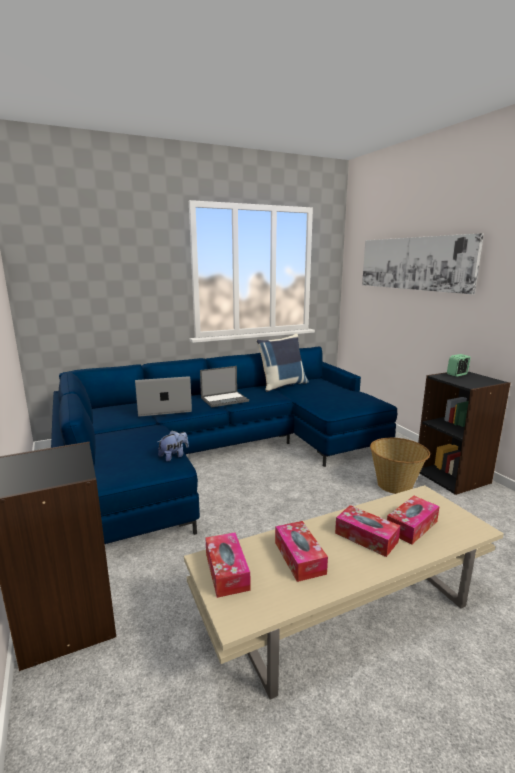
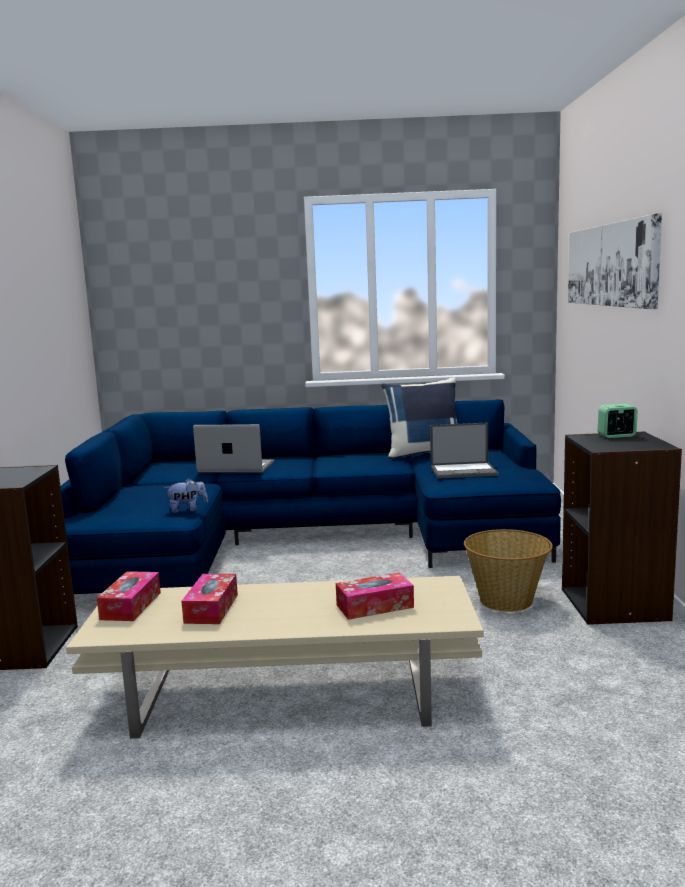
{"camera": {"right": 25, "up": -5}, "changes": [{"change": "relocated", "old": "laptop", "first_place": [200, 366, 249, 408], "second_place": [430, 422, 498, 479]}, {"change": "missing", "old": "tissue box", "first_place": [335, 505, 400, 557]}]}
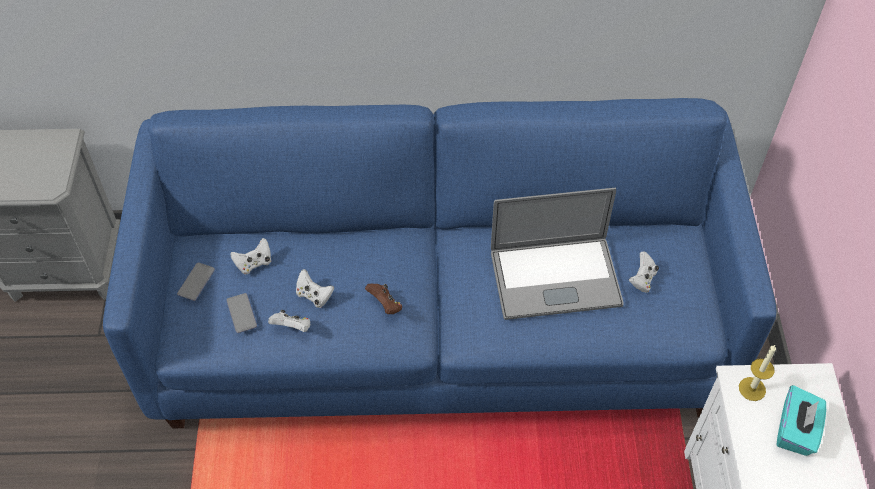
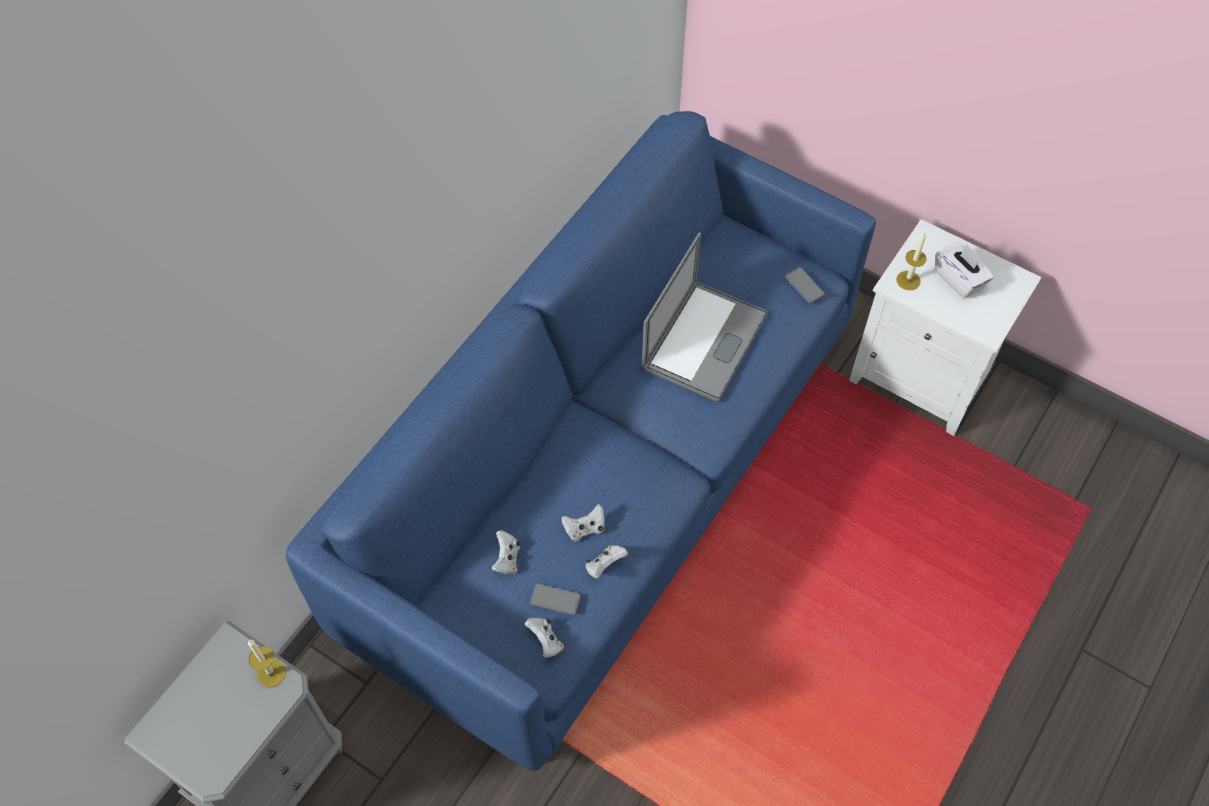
{"camera": {"right": -55, "up": 5}, "changes": [{"change": "relocated", "old": "phone", "first_place": [177, 262, 215, 301], "second_place": [785, 267, 825, 303]}, {"change": "missing", "old": "brown game controller", "first_place": [365, 284, 402, 314]}, {"change": "relocated", "old": "white game controller", "first_place": [629, 252, 659, 293], "second_place": [525, 618, 564, 658]}, {"change": "colour", "old": "turquoise tissue box", "new": "white tissue box", "first_place": [777, 385, 826, 456], "second_place": [935, 242, 994, 298]}, {"change": "appeared", "new": "candle", "second_place": [248, 640, 286, 688]}]}
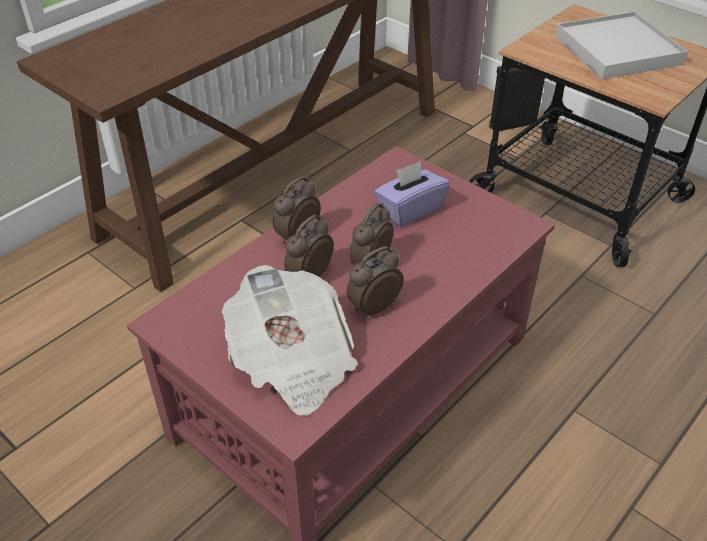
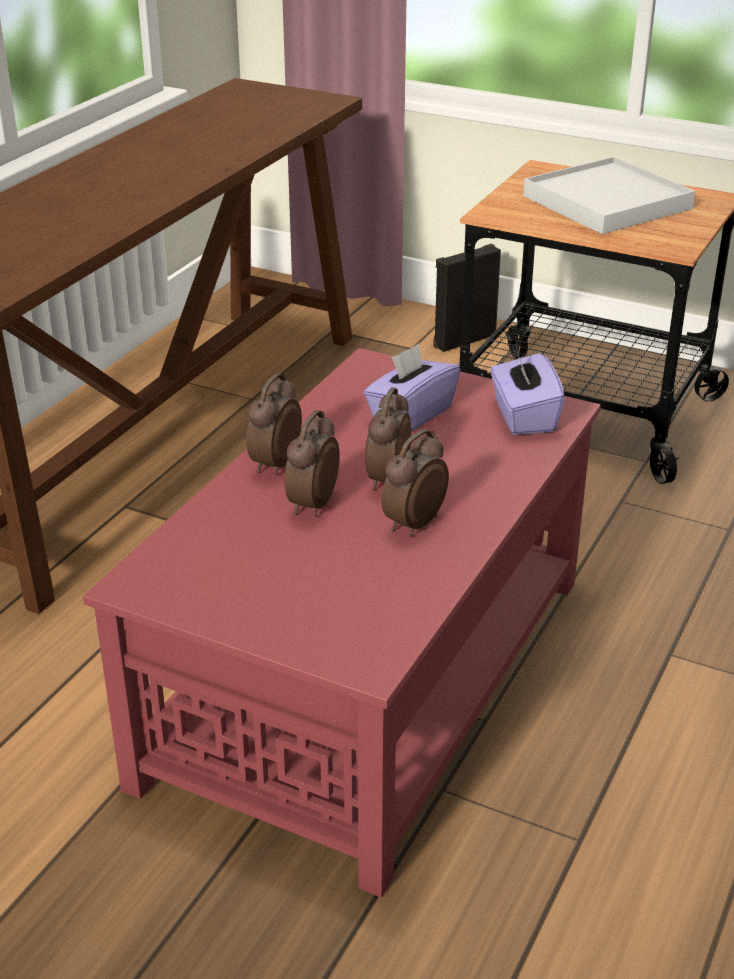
{"camera": {"right": -15, "up": -10}, "changes": [{"change": "missing", "old": "newspaper", "first_place": [222, 265, 358, 416]}, {"change": "appeared", "new": "purple tissue box", "second_place": [490, 348, 565, 435]}]}
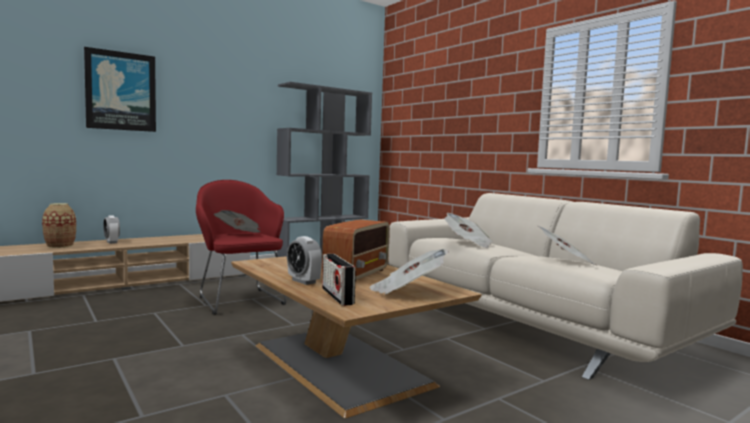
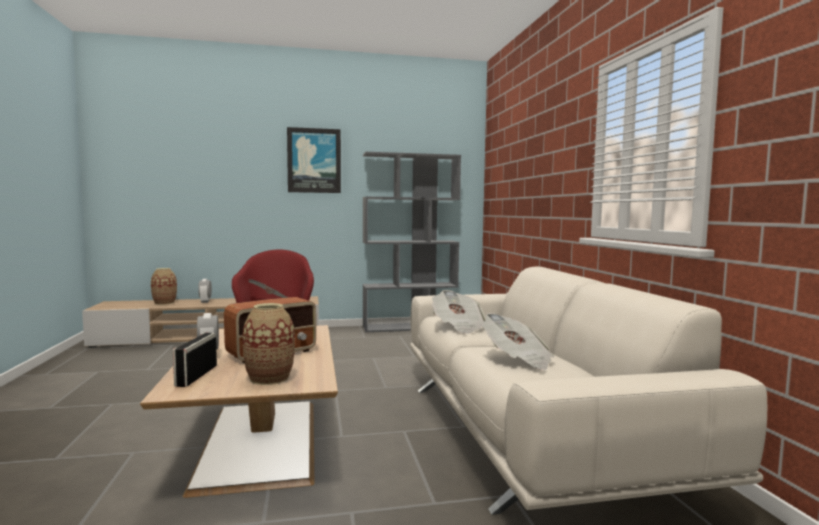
{"camera": {"right": 25, "up": 0}, "changes": [{"change": "relocated", "old": "picture", "first_place": [84, 47, 156, 132], "second_place": [287, 127, 341, 193]}, {"change": "exchanged", "old": "newspaper", "new": "vase", "first_place": [369, 249, 449, 294], "second_place": [243, 303, 295, 385]}]}
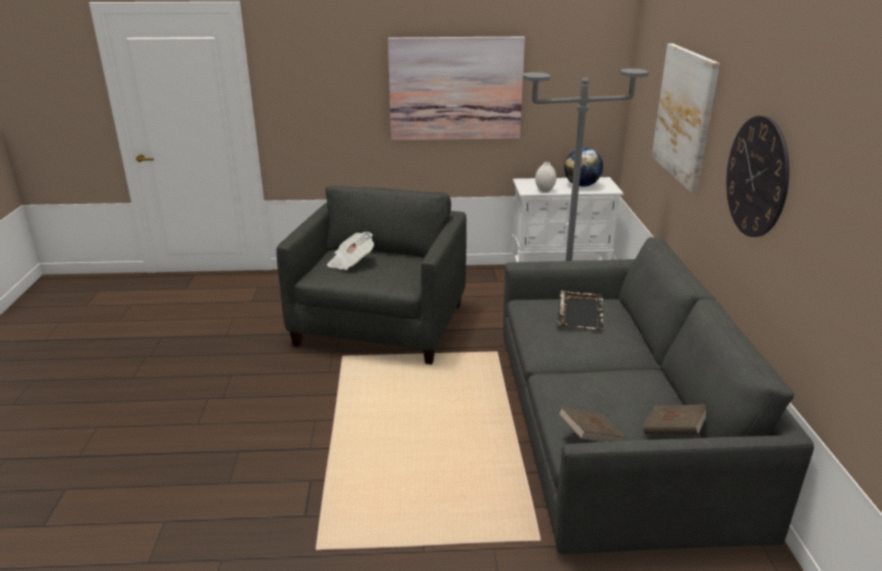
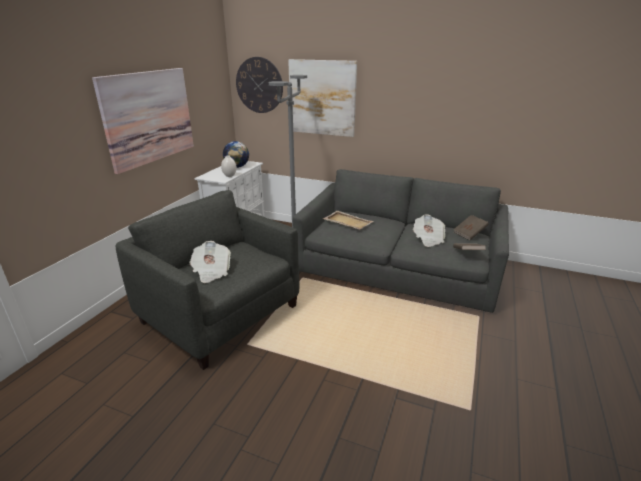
{"camera": {"right": -65, "up": 0}, "changes": [{"change": "colour", "old": "black tray", "new": "beige tray", "first_place": [557, 290, 604, 330], "second_place": [323, 211, 374, 230]}, {"change": "relocated", "old": "wall clock", "first_place": [726, 116, 789, 237], "second_place": [236, 57, 283, 113]}, {"change": "appeared", "new": "newspaper", "second_place": [413, 214, 445, 247]}]}
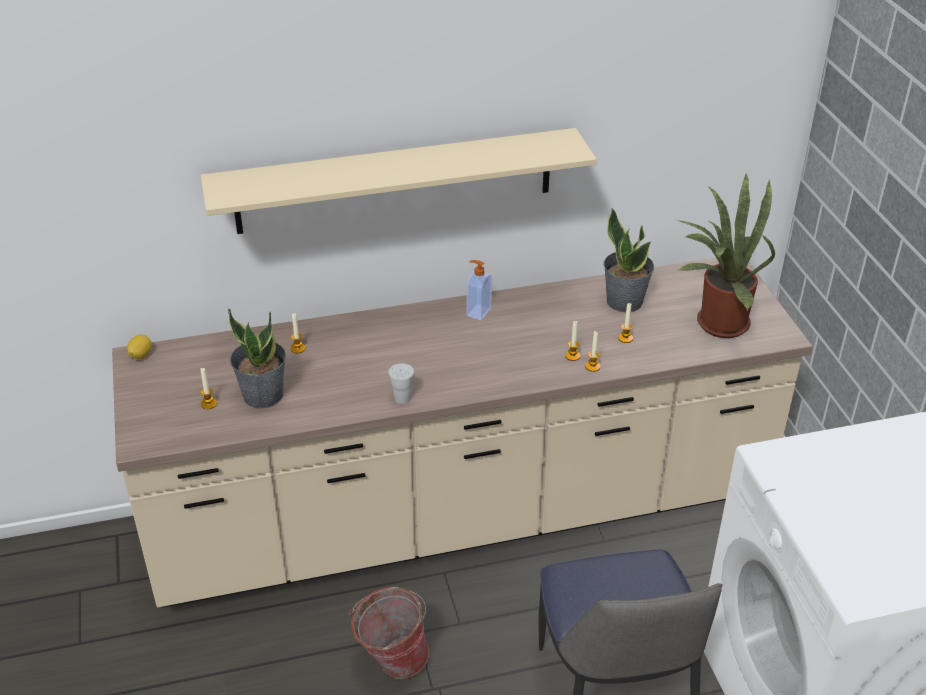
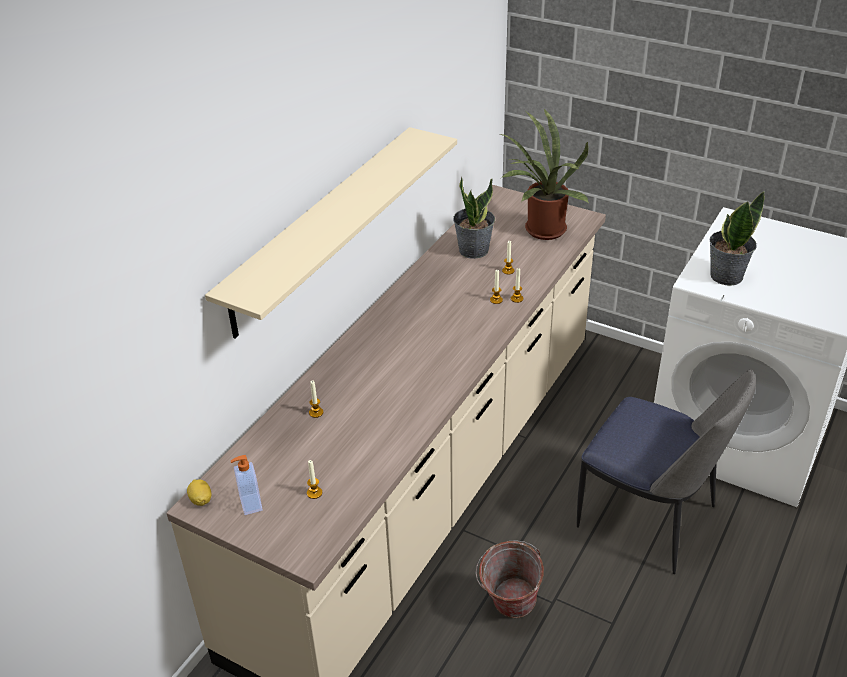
{"camera": {"right": -45, "up": 0}, "changes": [{"change": "relocated", "old": "potted plant", "first_place": [228, 308, 286, 409], "second_place": [710, 191, 765, 285]}, {"change": "missing", "old": "white cup", "first_place": [388, 363, 414, 404]}, {"change": "relocated", "old": "soap dispenser", "first_place": [466, 260, 492, 320], "second_place": [231, 455, 262, 515]}]}
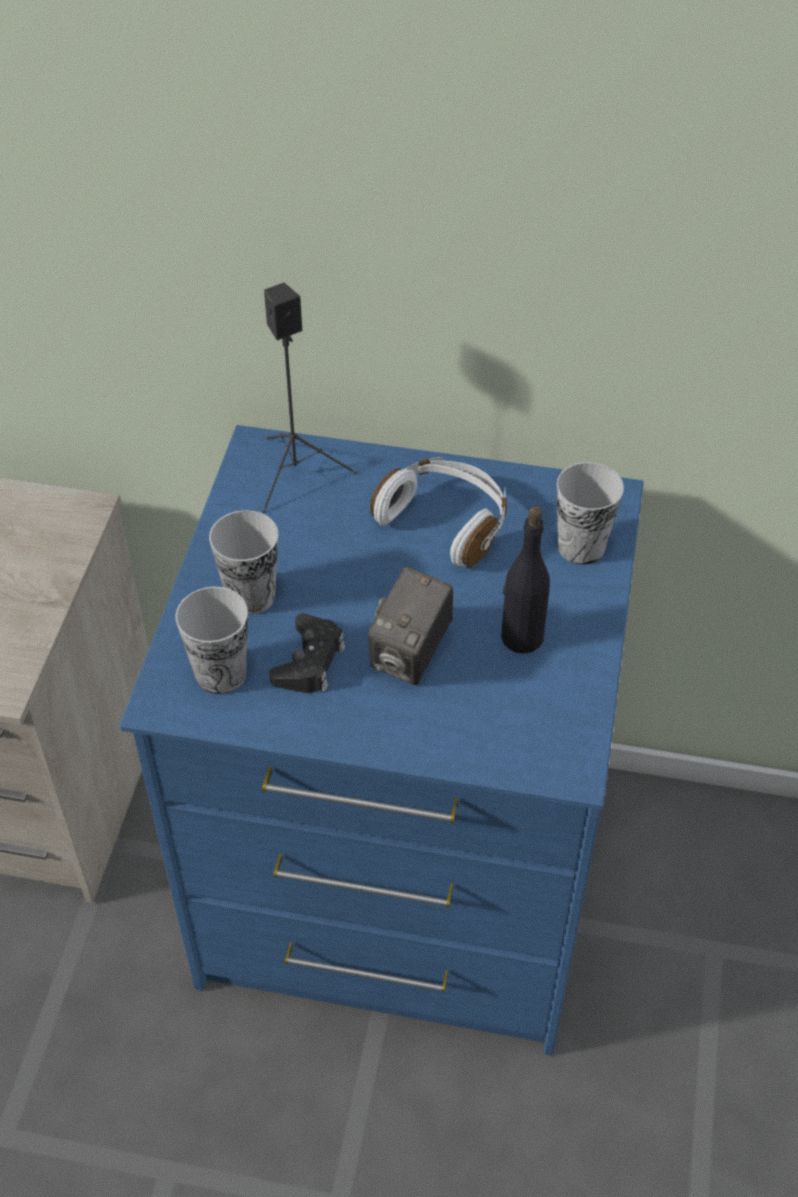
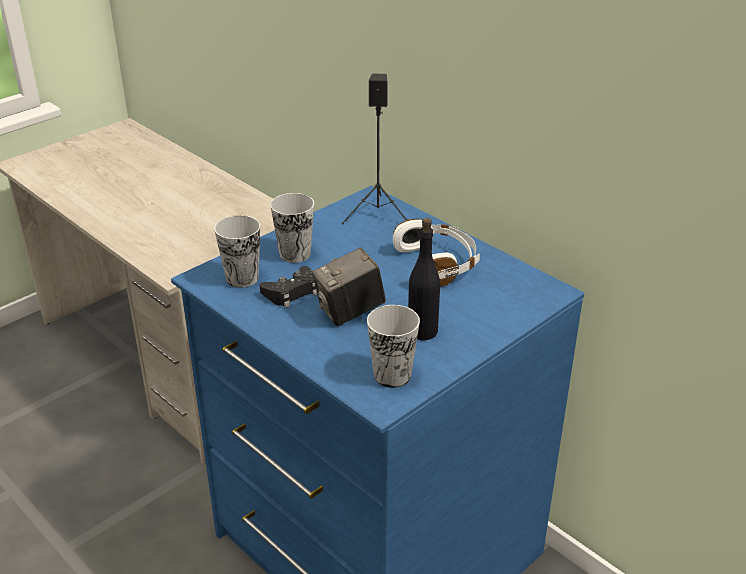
{"camera": {"right": 35, "up": -15}, "changes": [{"change": "relocated", "old": "cup", "first_place": [557, 462, 624, 565], "second_place": [367, 305, 420, 388]}]}
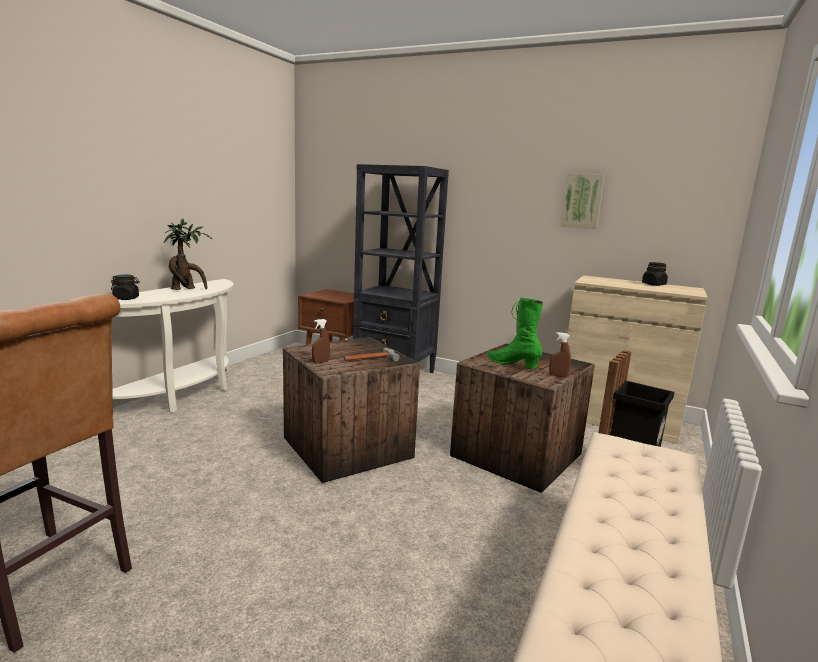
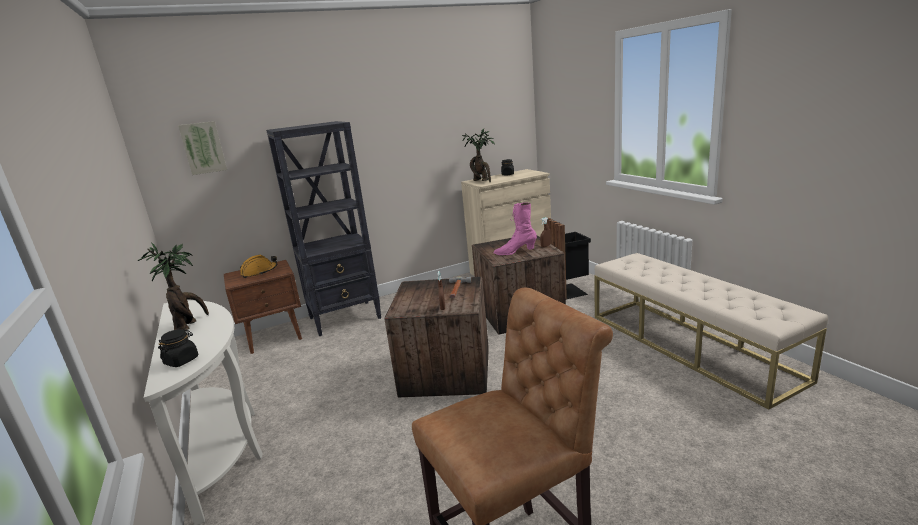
{"camera": {"right": -50, "up": 5}, "changes": [{"change": "colour", "old": "green boot", "new": "pink boot", "first_place": [487, 297, 543, 369], "second_place": [494, 202, 537, 255]}, {"change": "relocated", "old": "picture", "first_place": [560, 173, 605, 229], "second_place": [178, 121, 227, 175]}, {"change": "appeared", "new": "orange hard hat", "second_place": [240, 254, 277, 278]}, {"change": "appeared", "new": "potted plant", "second_place": [462, 129, 495, 182]}]}
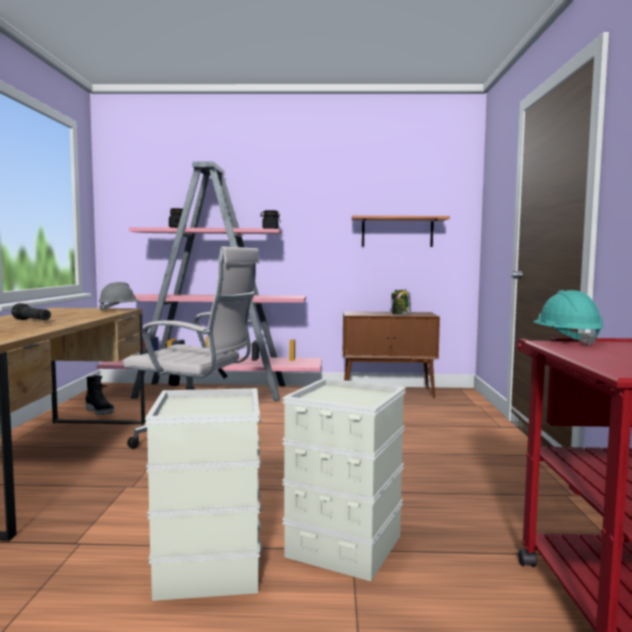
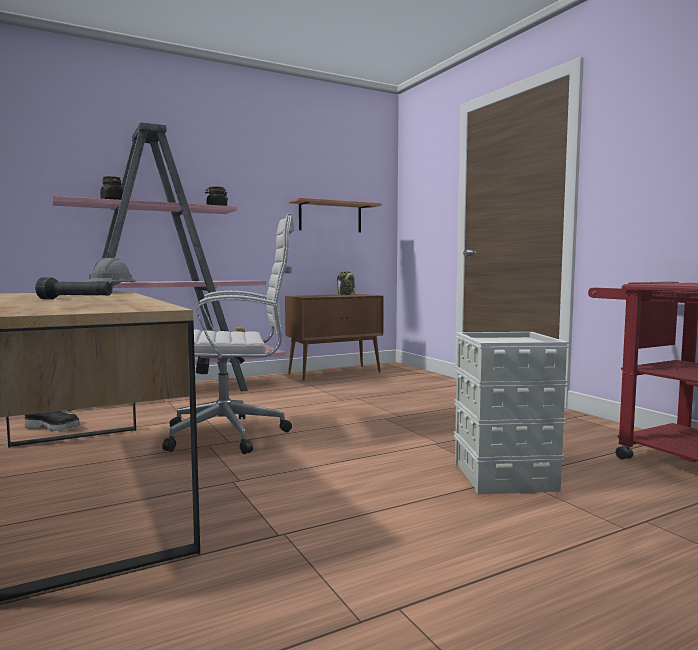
{"camera": {"right": -30, "up": 0}, "changes": [{"change": "missing", "old": "grey storage box", "first_place": [145, 388, 262, 601]}, {"change": "missing", "old": "turquoise hard hat", "first_place": [533, 290, 604, 346]}]}
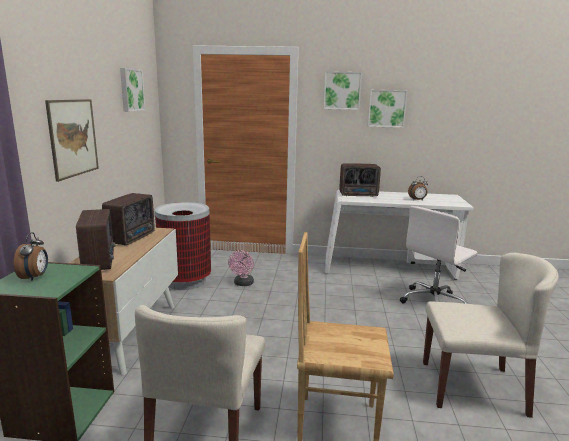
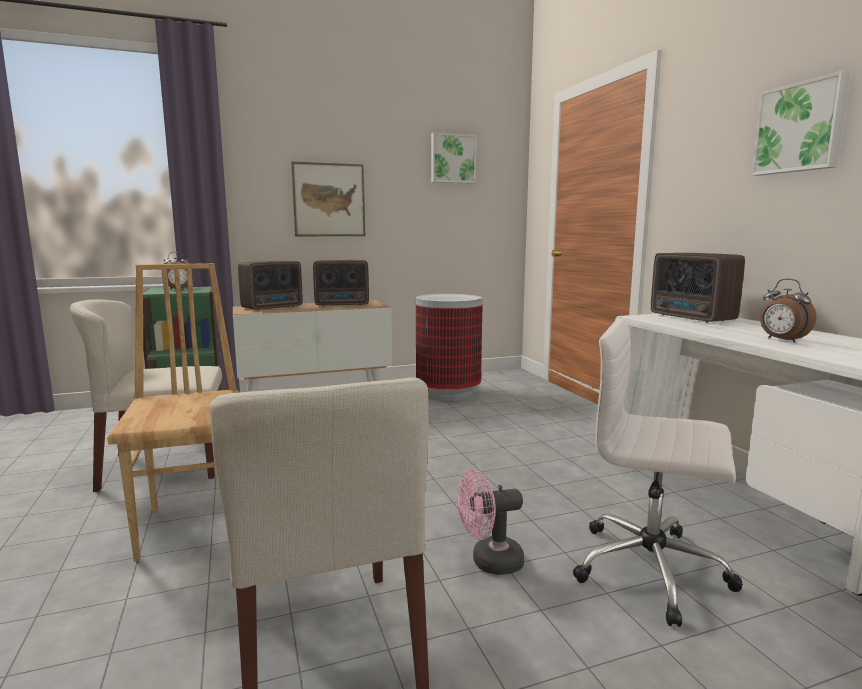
{"camera": {"right": 65, "up": -5}, "changes": [{"change": "relocated", "old": "pink fan", "first_place": [228, 250, 254, 286], "second_place": [457, 469, 524, 575]}, {"change": "missing", "old": "picture", "first_place": [324, 71, 362, 110]}]}
